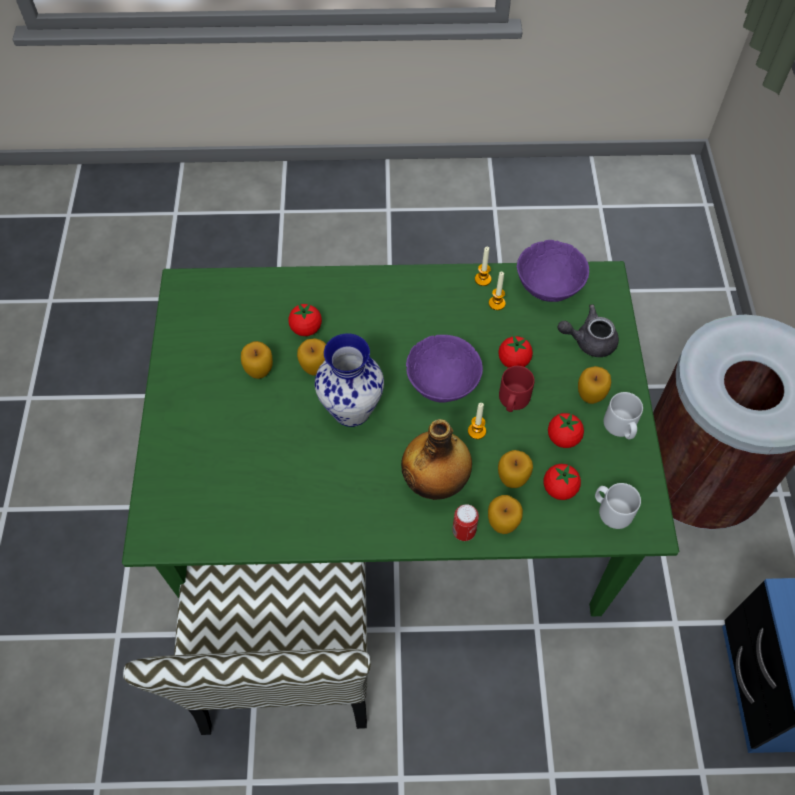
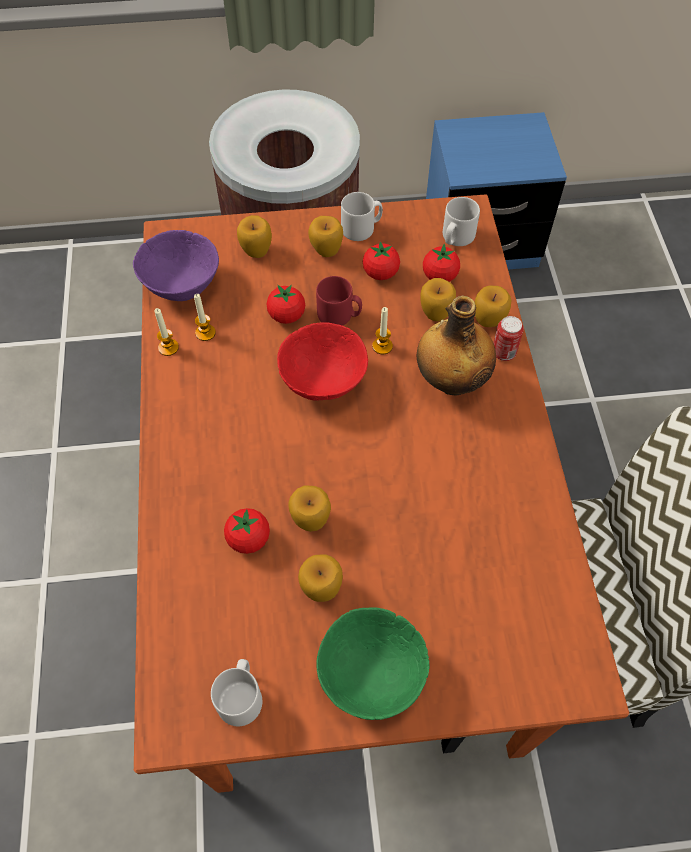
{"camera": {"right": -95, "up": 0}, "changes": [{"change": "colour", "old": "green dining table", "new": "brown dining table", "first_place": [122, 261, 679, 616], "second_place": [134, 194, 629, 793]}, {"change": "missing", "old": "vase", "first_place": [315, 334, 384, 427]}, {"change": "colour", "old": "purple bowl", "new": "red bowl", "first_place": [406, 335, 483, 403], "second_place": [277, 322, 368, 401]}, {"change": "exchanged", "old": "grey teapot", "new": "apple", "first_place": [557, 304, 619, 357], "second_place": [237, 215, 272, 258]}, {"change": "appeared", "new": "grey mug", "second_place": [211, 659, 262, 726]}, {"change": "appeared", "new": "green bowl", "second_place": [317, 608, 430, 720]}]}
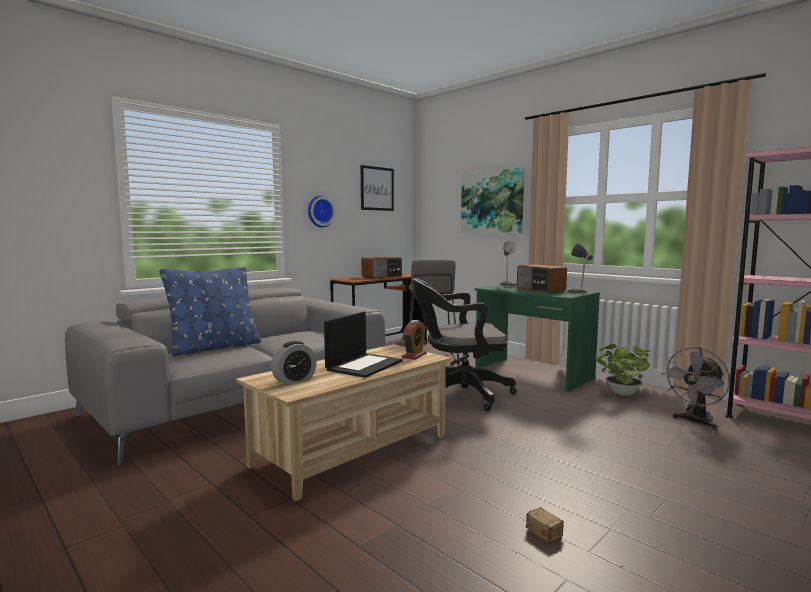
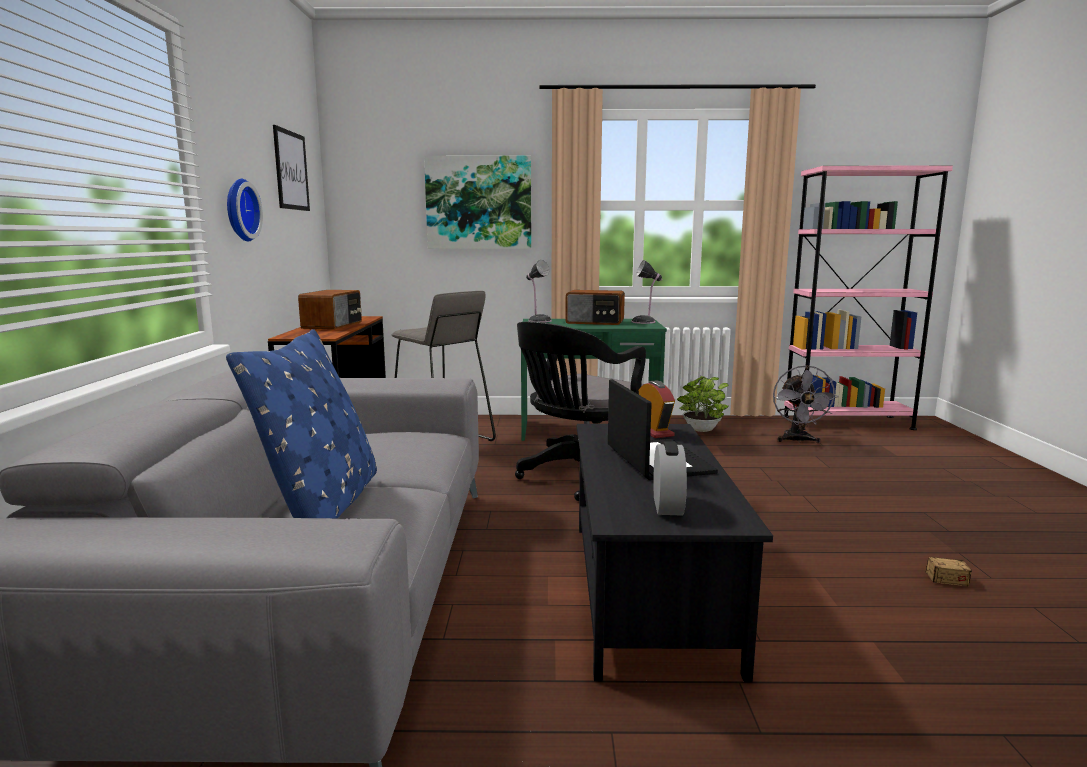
{"camera": {"right": -45, "up": 5}, "changes": [{"change": "colour", "old": "beige coffee table", "new": "black coffee table", "first_place": [236, 344, 451, 502], "second_place": [577, 424, 773, 682]}]}
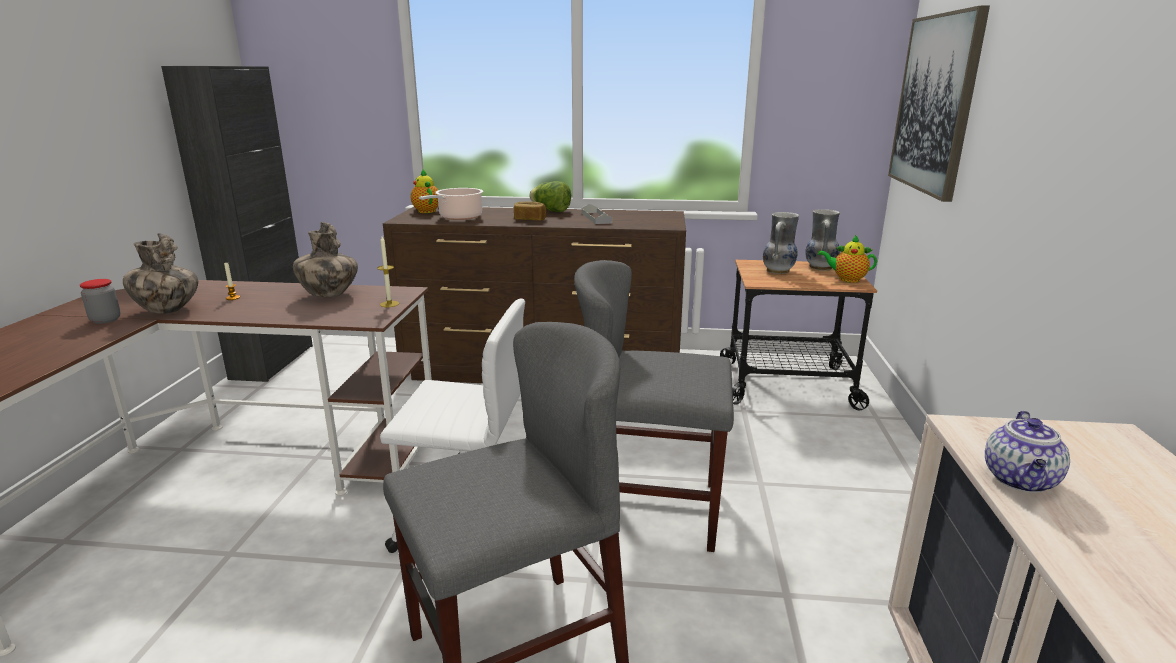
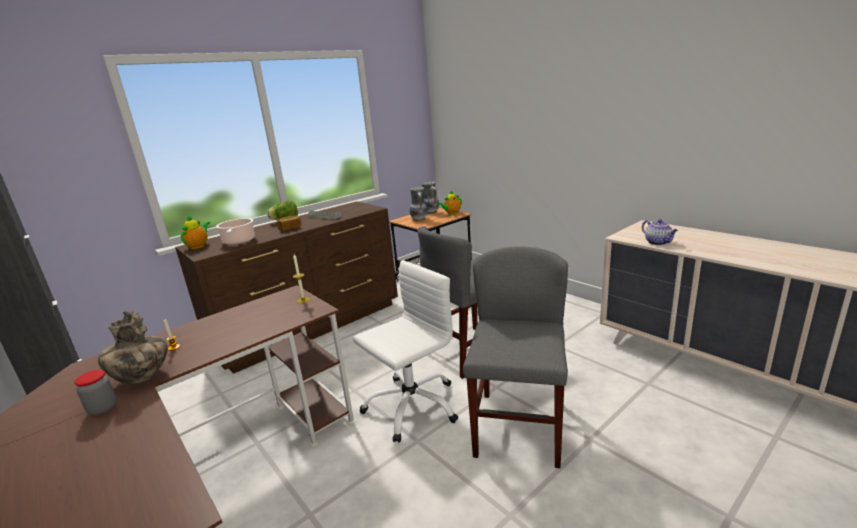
{"camera": {"right": -45, "up": 0}, "changes": [{"change": "missing", "old": "vase", "first_place": [293, 222, 358, 297]}, {"change": "spun", "old": "teapot", "first_place": [410, 169, 438, 213], "second_place": [181, 216, 210, 249], "degrees": 90}, {"change": "missing", "old": "picture", "first_place": [888, 6, 990, 202]}]}
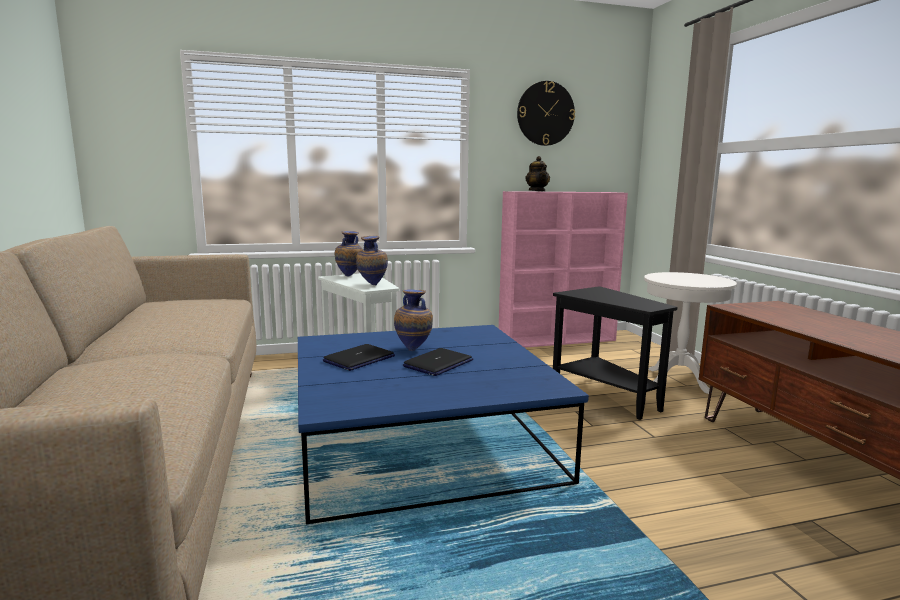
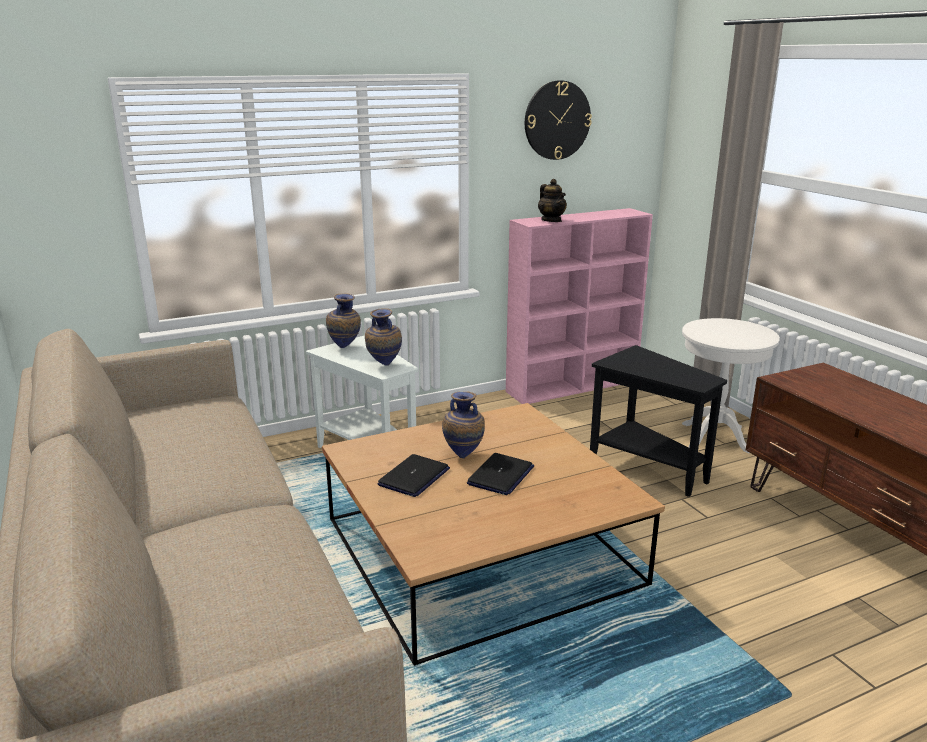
{"camera": {"right": -10, "up": 10}, "changes": [{"change": "colour", "old": "blue coffee table", "new": "brown coffee table", "first_place": [298, 325, 589, 524], "second_place": [322, 403, 665, 666]}]}
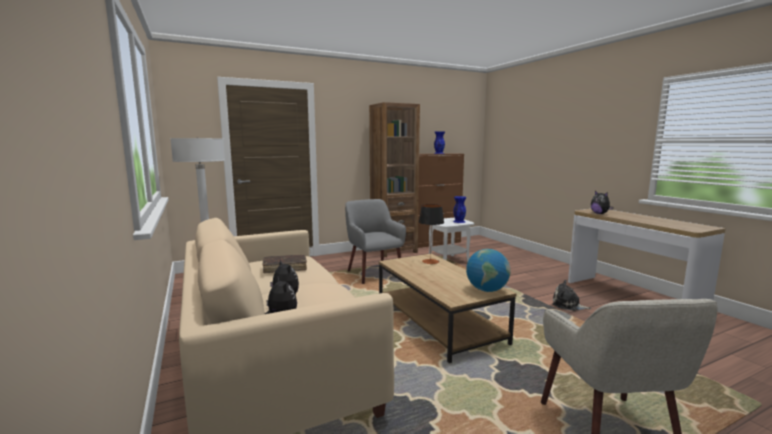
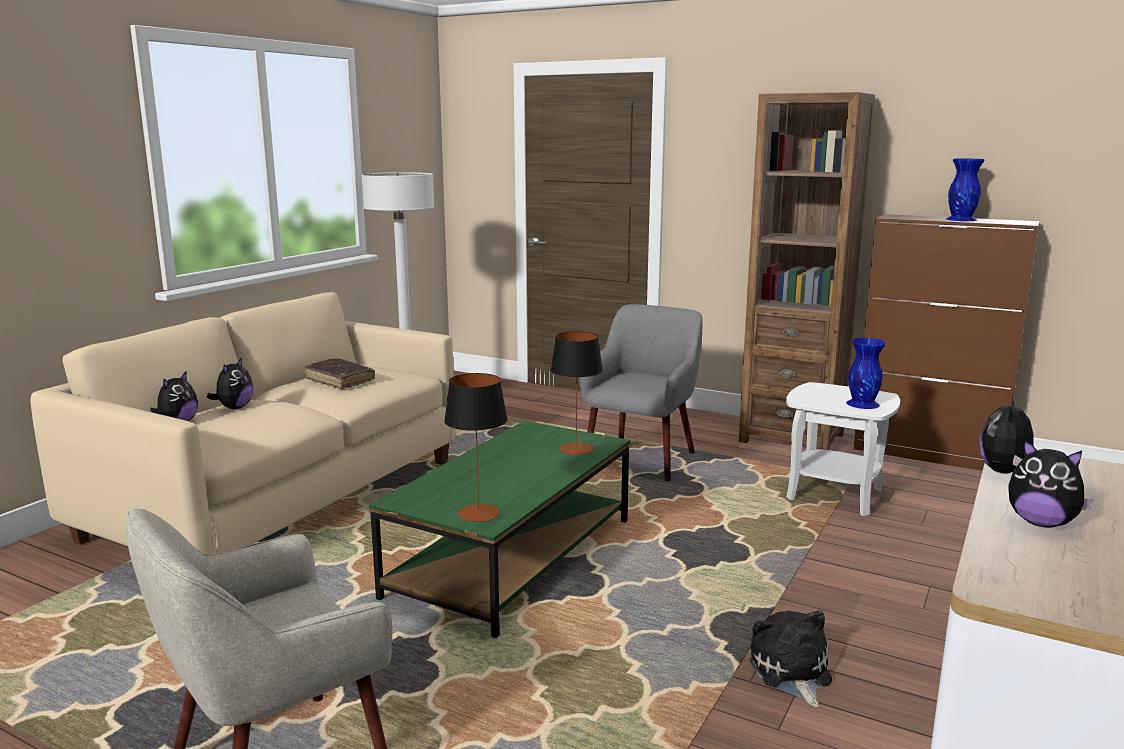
{"camera": {"right": 55, "up": 5}, "changes": [{"change": "colour", "old": "brown coffee table", "new": "green coffee table", "first_place": [379, 254, 516, 363], "second_place": [369, 421, 630, 638]}, {"change": "exchanged", "old": "globe", "new": "table lamp", "first_place": [466, 249, 511, 292], "second_place": [444, 373, 507, 522]}, {"change": "appeared", "new": "plush toy", "second_place": [1008, 439, 1094, 528]}]}
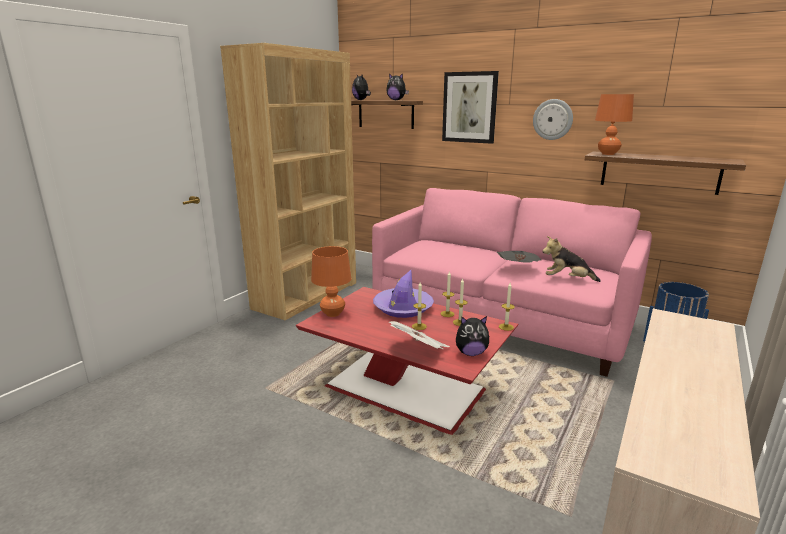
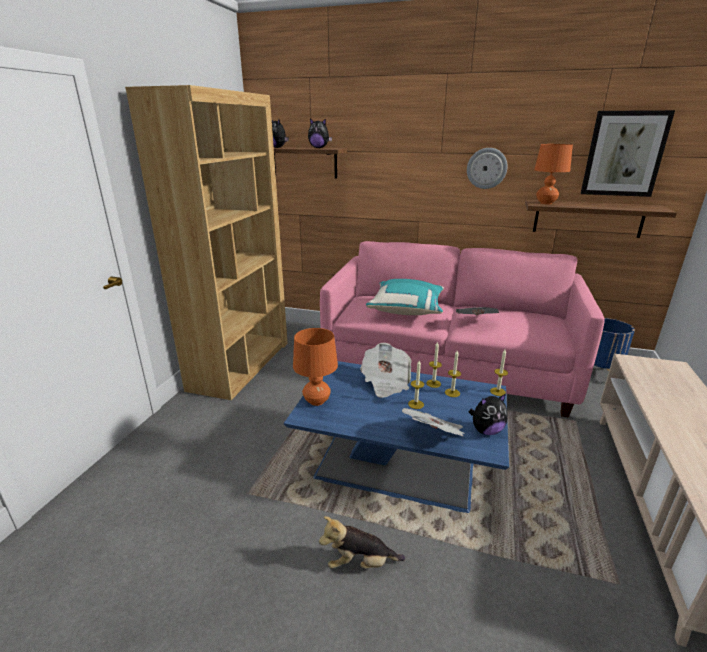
{"camera": {"right": -15, "up": 5}, "changes": [{"change": "colour", "old": "red coffee table", "new": "blue coffee table", "first_place": [296, 287, 518, 435], "second_place": [284, 361, 509, 513]}, {"change": "exchanged", "old": "purple hat", "new": "newspaper", "first_place": [373, 270, 434, 318], "second_place": [360, 343, 412, 398]}, {"change": "relocated", "old": "picture", "first_place": [442, 71, 499, 144], "second_place": [581, 110, 675, 197]}, {"change": "relocated", "old": "plush toy", "first_place": [542, 236, 601, 282], "second_place": [319, 516, 405, 569]}, {"change": "appeared", "new": "turquoise pillow", "second_place": [366, 279, 444, 315]}]}
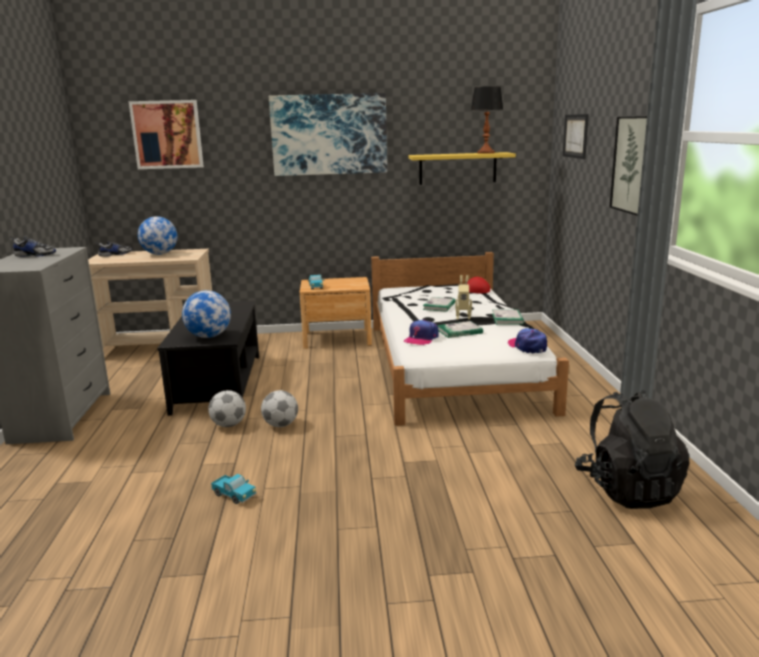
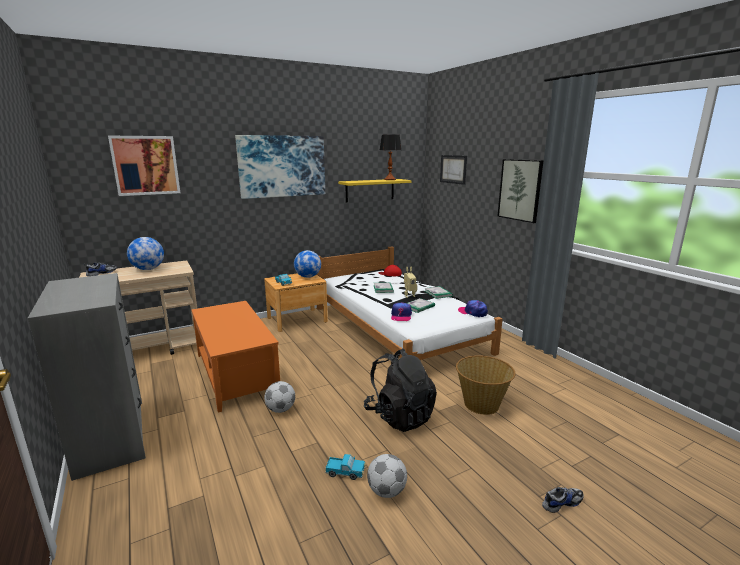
{"camera": {"right": -25, "up": 0}, "changes": [{"change": "relocated", "old": "shoe", "first_place": [10, 236, 56, 257], "second_place": [542, 487, 584, 513]}, {"change": "colour", "old": "black coffee table", "new": "orange coffee table", "first_place": [158, 301, 259, 416], "second_place": [191, 301, 280, 412]}, {"change": "relocated", "old": "globe", "first_place": [182, 290, 231, 338], "second_place": [294, 250, 321, 278]}, {"change": "relocated", "old": "football", "first_place": [261, 390, 298, 427], "second_place": [367, 454, 407, 498]}, {"change": "relocated", "old": "black backpack", "first_place": [575, 390, 689, 509], "second_place": [364, 348, 437, 432]}, {"change": "appeared", "new": "basket", "second_place": [456, 355, 515, 415]}]}
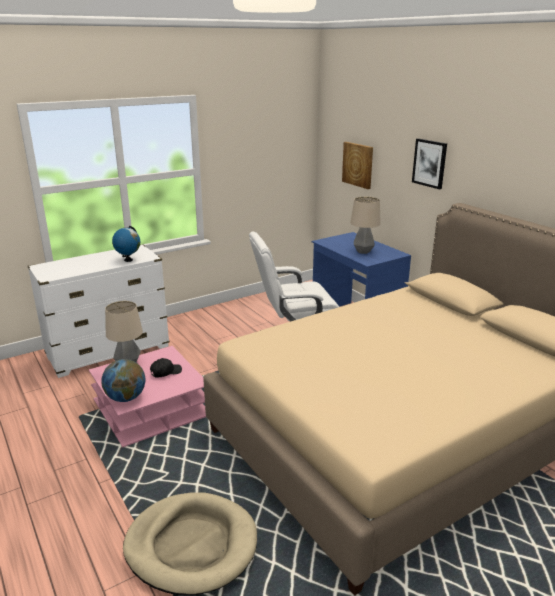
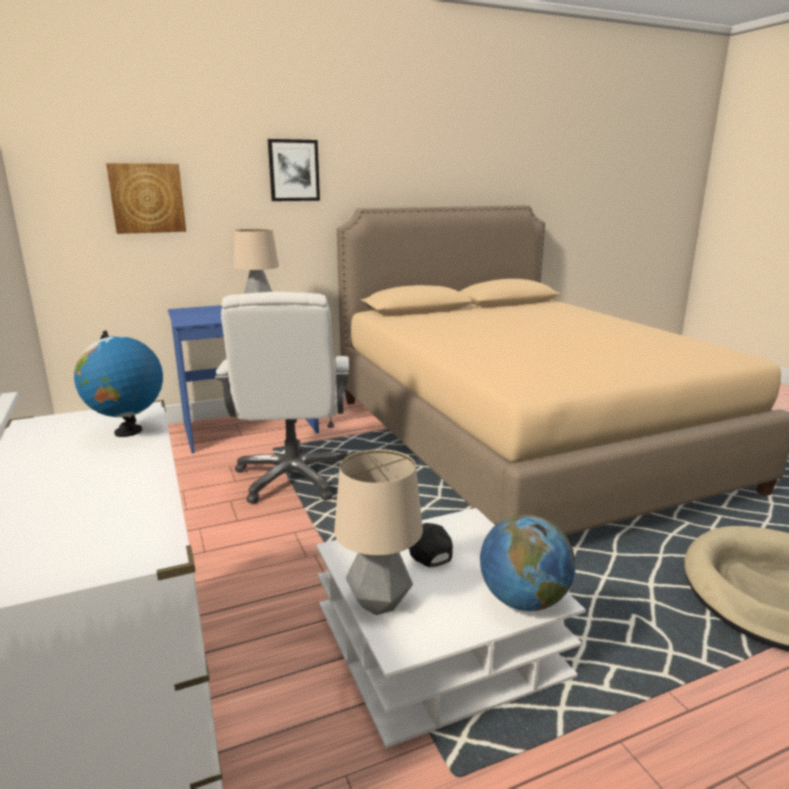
{"camera": {"right": -80, "up": -5}, "changes": [{"change": "colour", "old": "pink coffee table", "new": "white coffee table", "first_place": [89, 346, 206, 447], "second_place": [316, 508, 586, 748]}]}
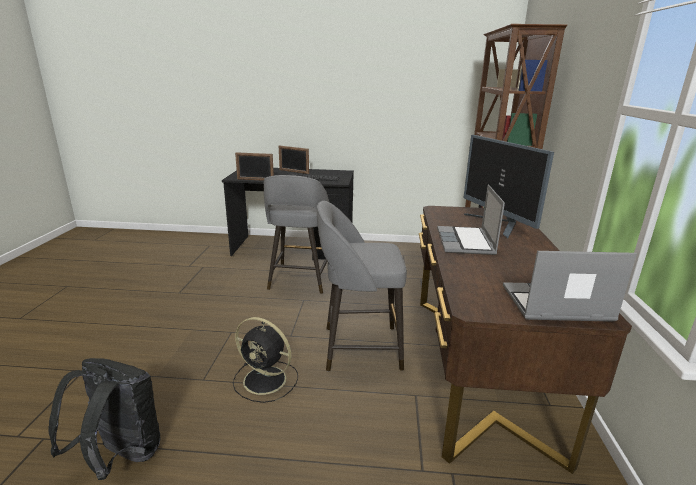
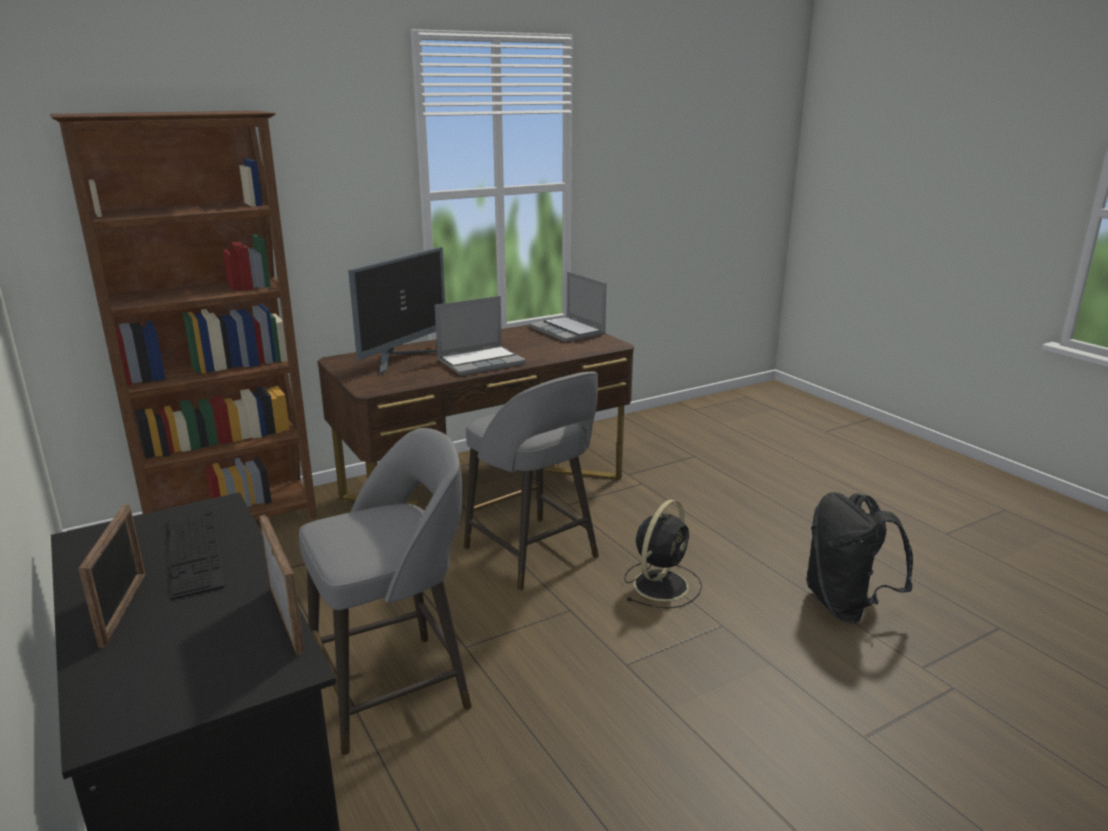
{"camera": {"right": -125, "up": 0}, "changes": [{"change": "spun", "old": "black fan", "first_place": [233, 317, 298, 403], "second_place": [624, 500, 702, 609], "degrees": 45}]}
